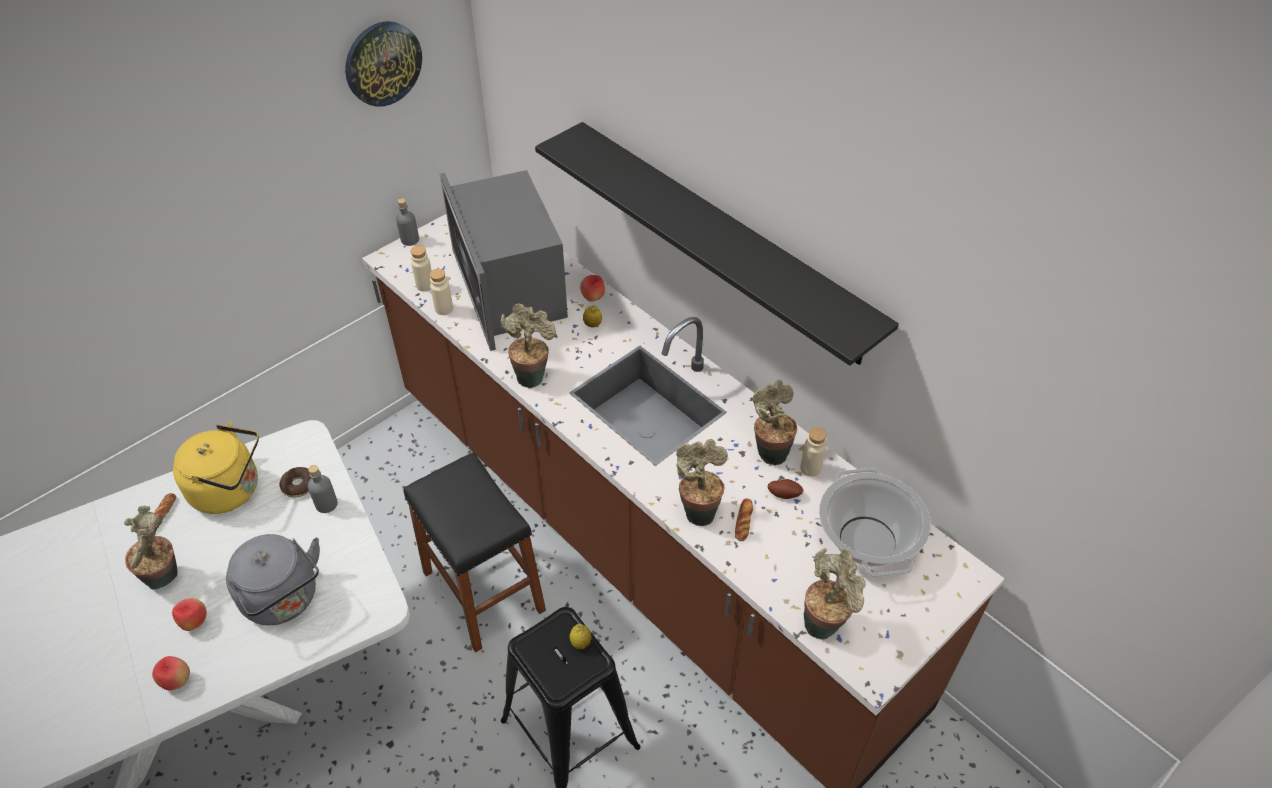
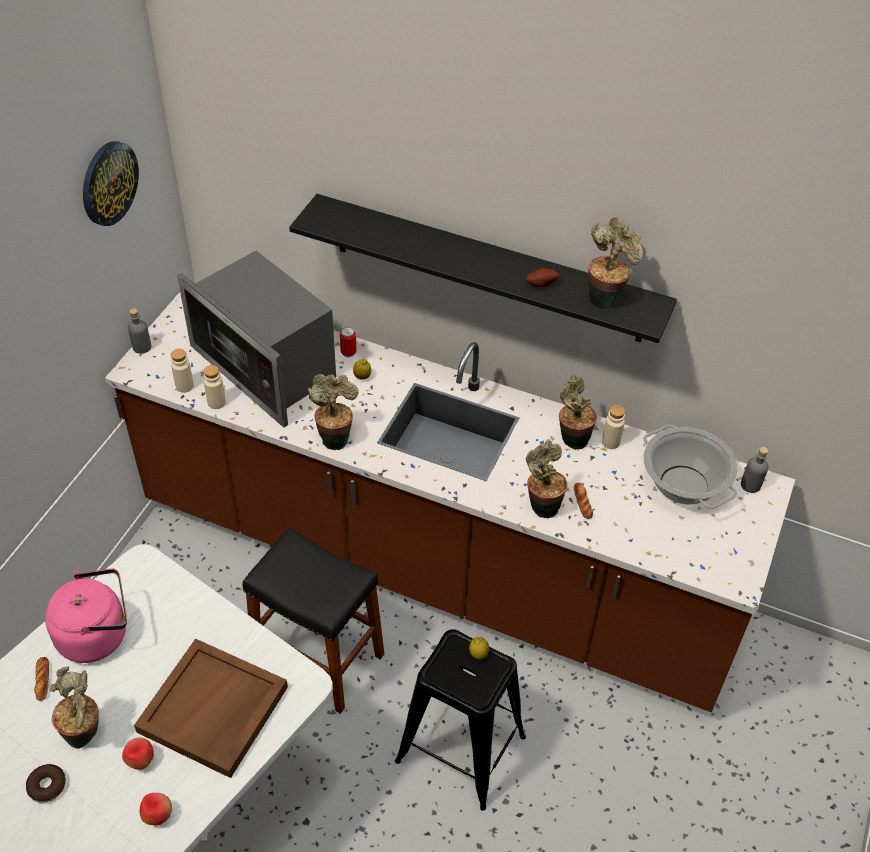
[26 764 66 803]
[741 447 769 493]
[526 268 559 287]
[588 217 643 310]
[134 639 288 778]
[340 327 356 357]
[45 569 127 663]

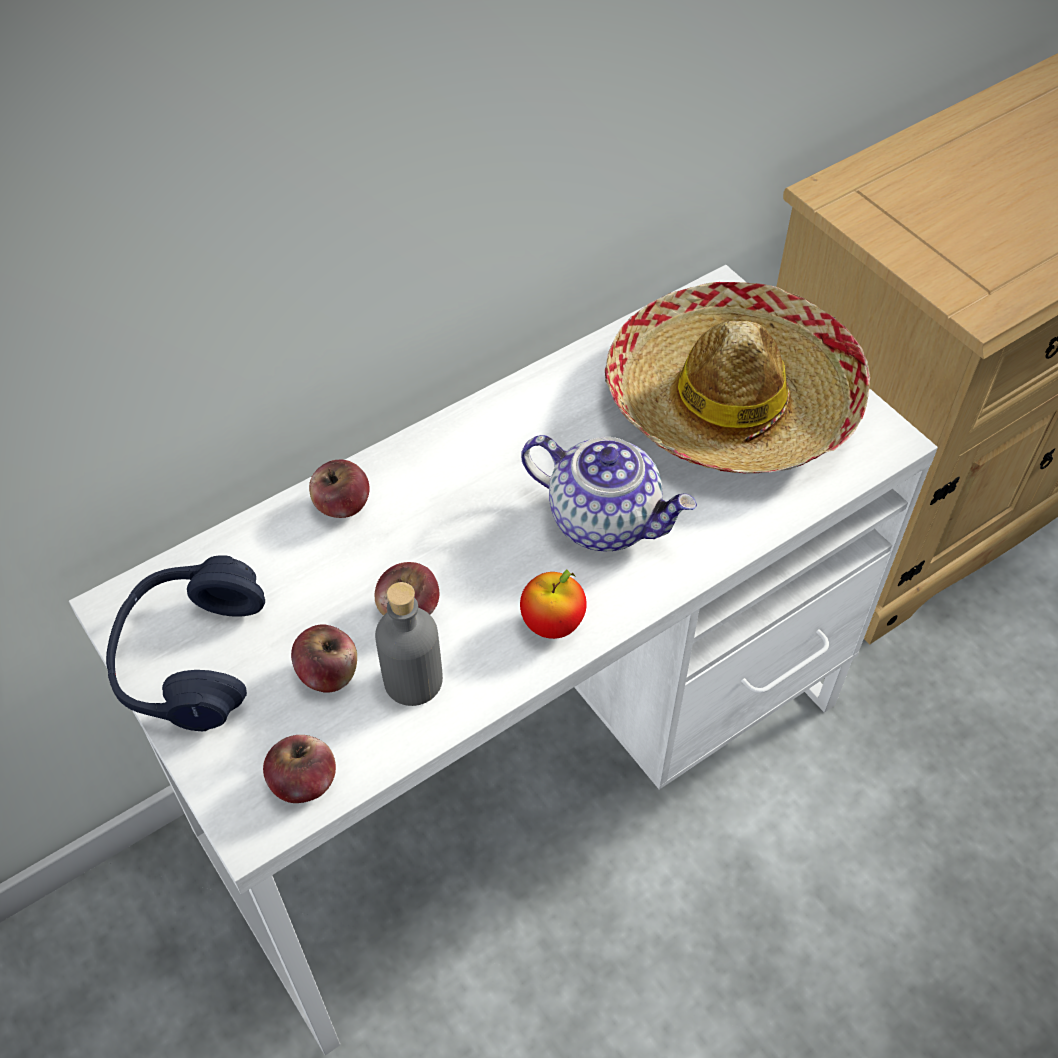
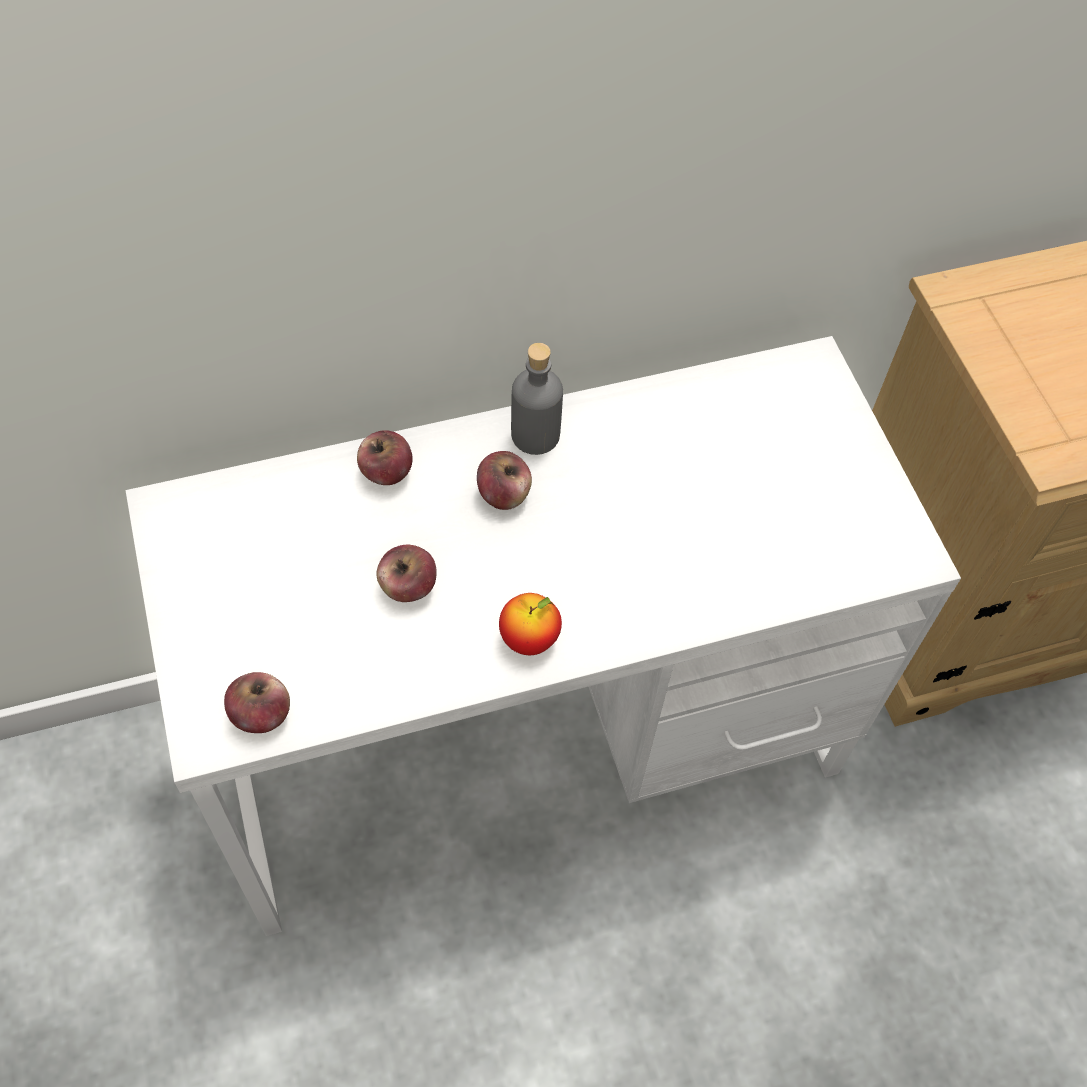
[106 555 265 731] (first image)
[521 435 697 551] (first image)
[605 282 870 473] (first image)
[477 451 532 510]
[511 343 563 455]

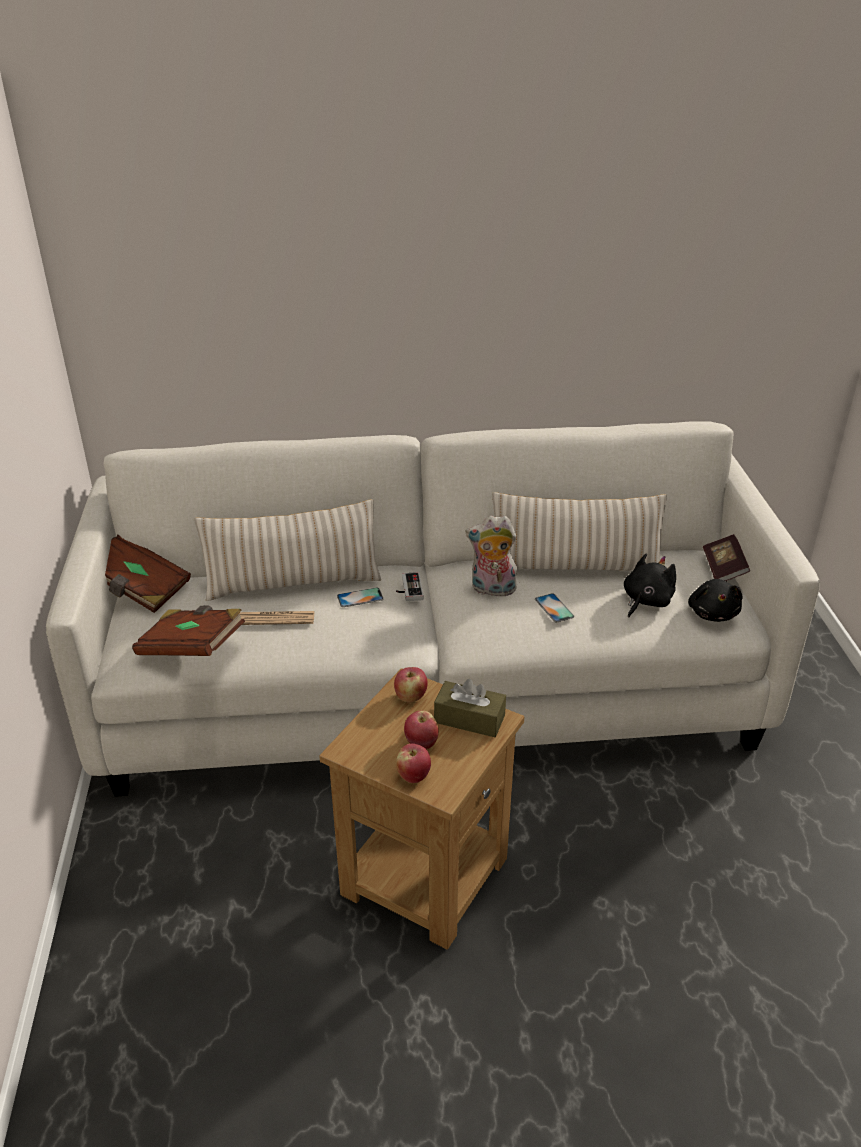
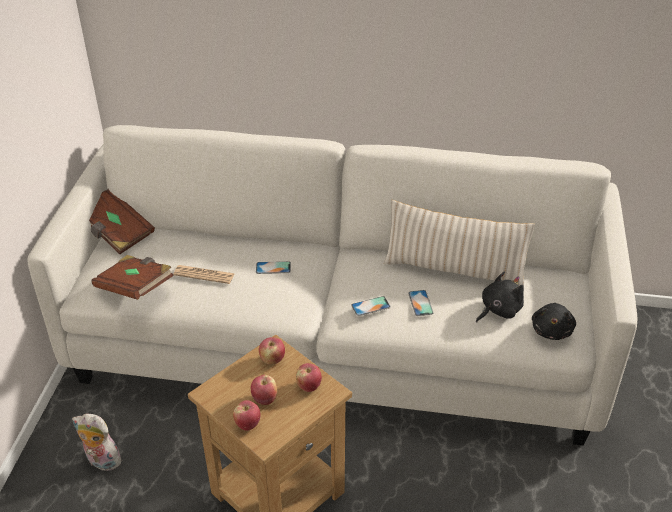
[194 499 381 601] (first image)
[396 572 423 601] (first image)
[703 534 750 581] (first image)
[351 296 391 316]
[72 414 122 471]
[296 363 322 392]

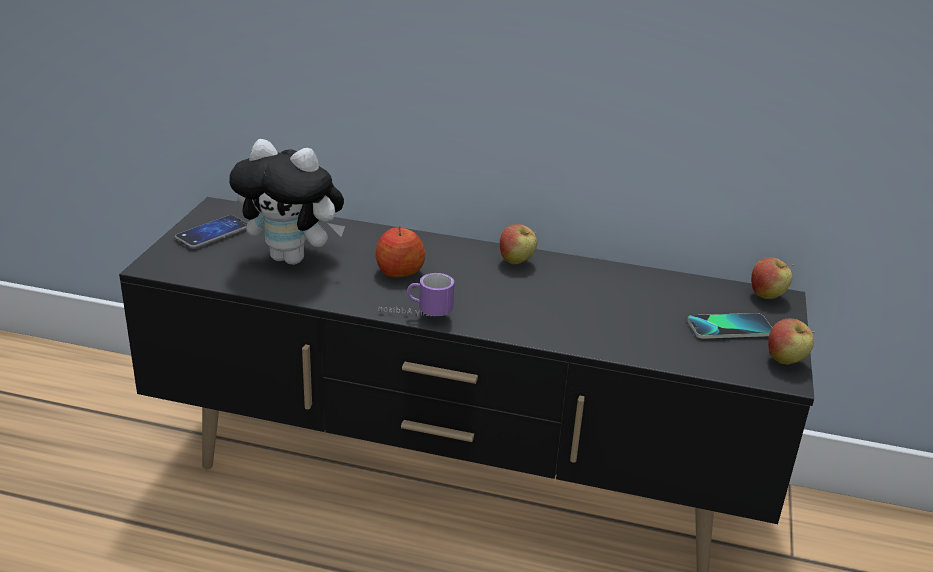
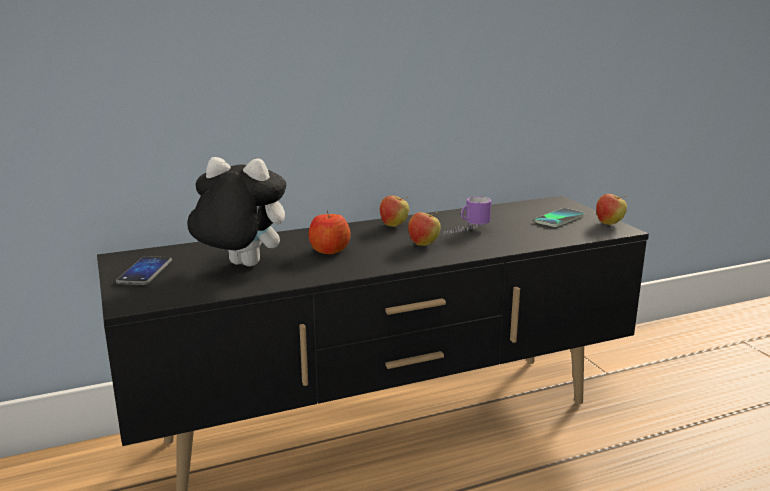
[444 196 491 234]
[408 212 440 246]
[187 157 286 266]

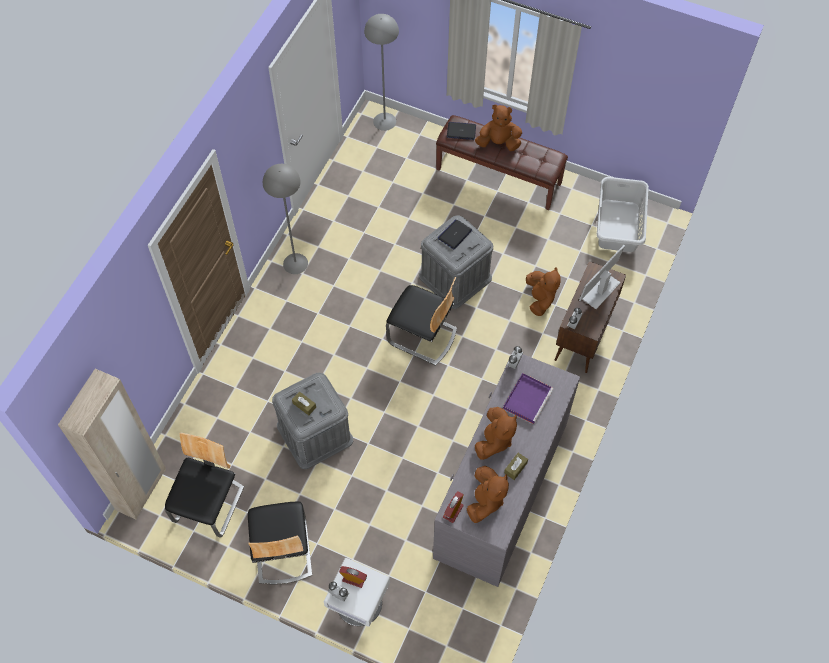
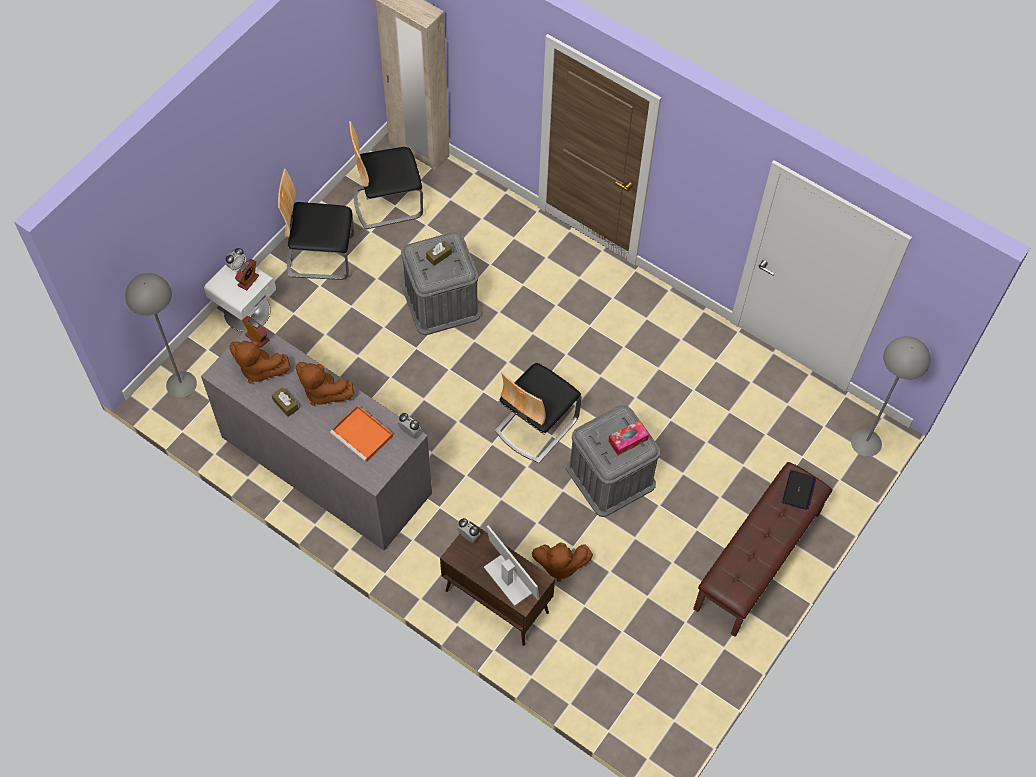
[475 104 522 151] (first image)
[597 177 649 252] (first image)
[125 273 197 398]
[608 421 649 455]
[330 405 393 462]
[349 121 423 230]

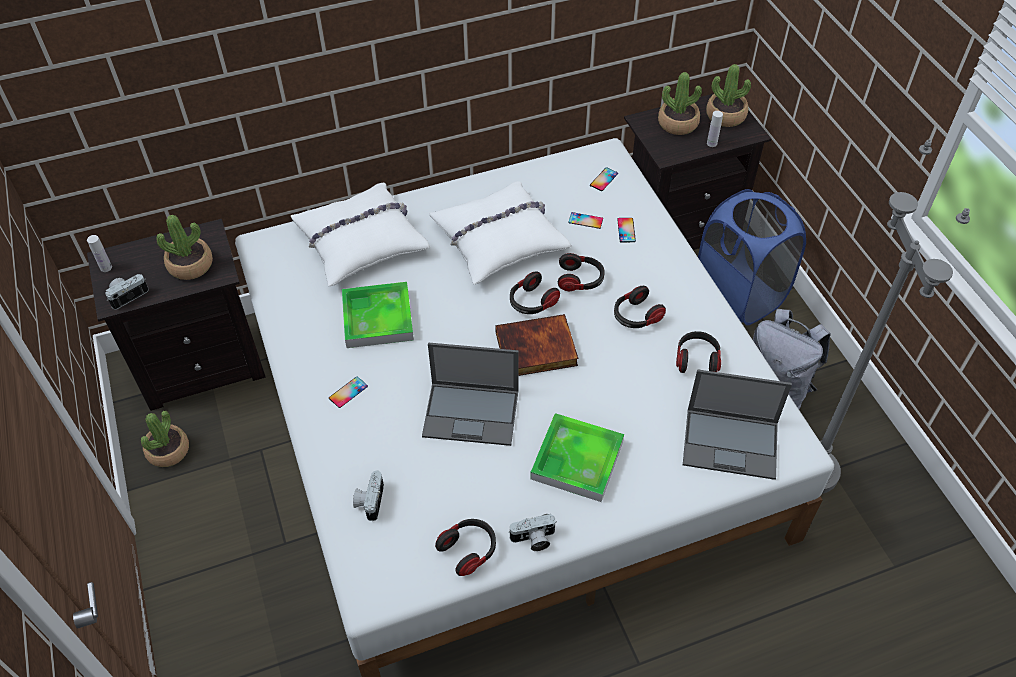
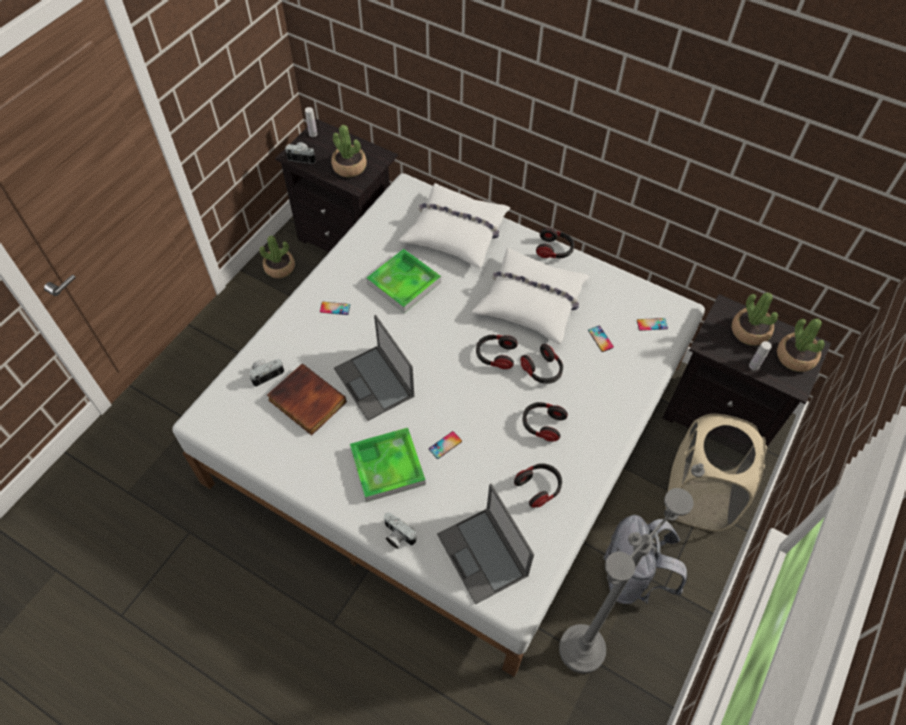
[536 228 574 258]
[267 364 347 435]
[384 512 417 549]
[429 431 462 459]
[665 414 767 531]

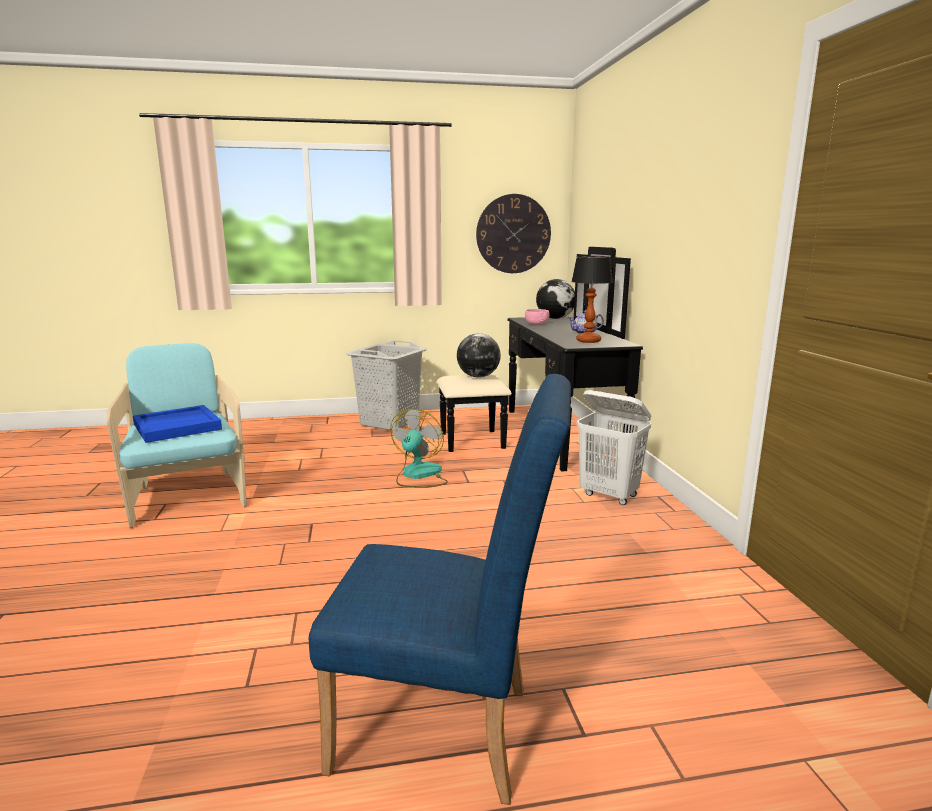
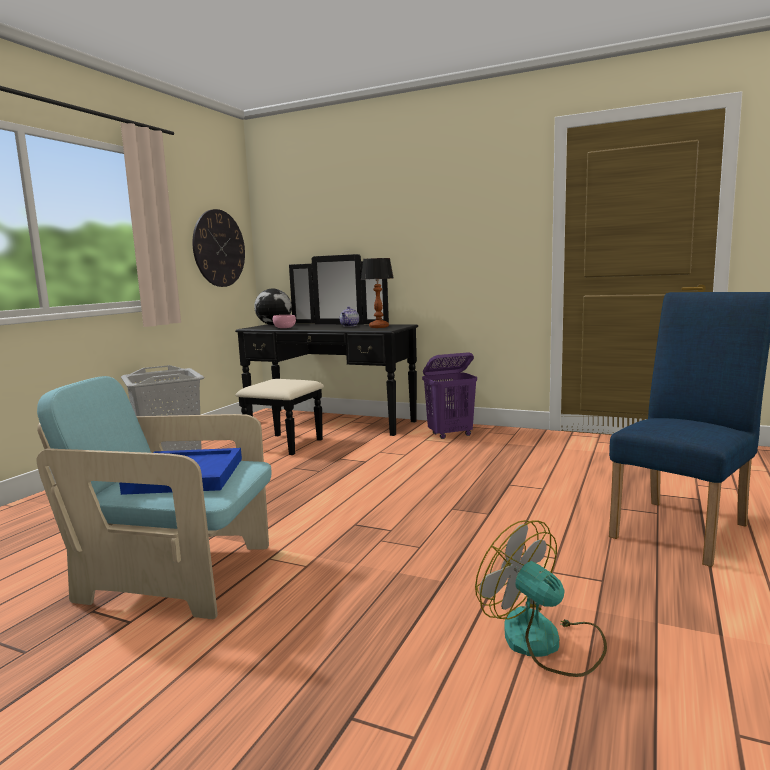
[457 333 501 378] (first image)
[475 520 607 677]
[422 352 477 439]

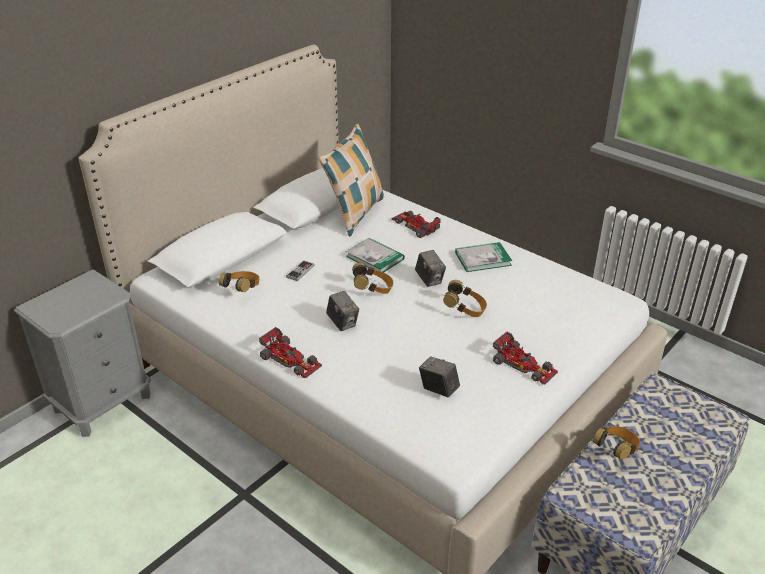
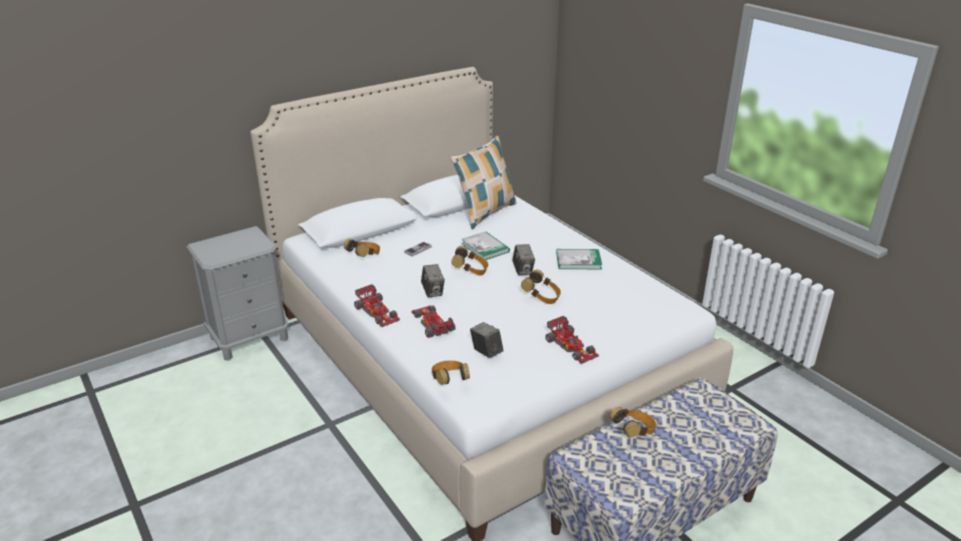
[432 360 470 385]
[411 305 455 338]

